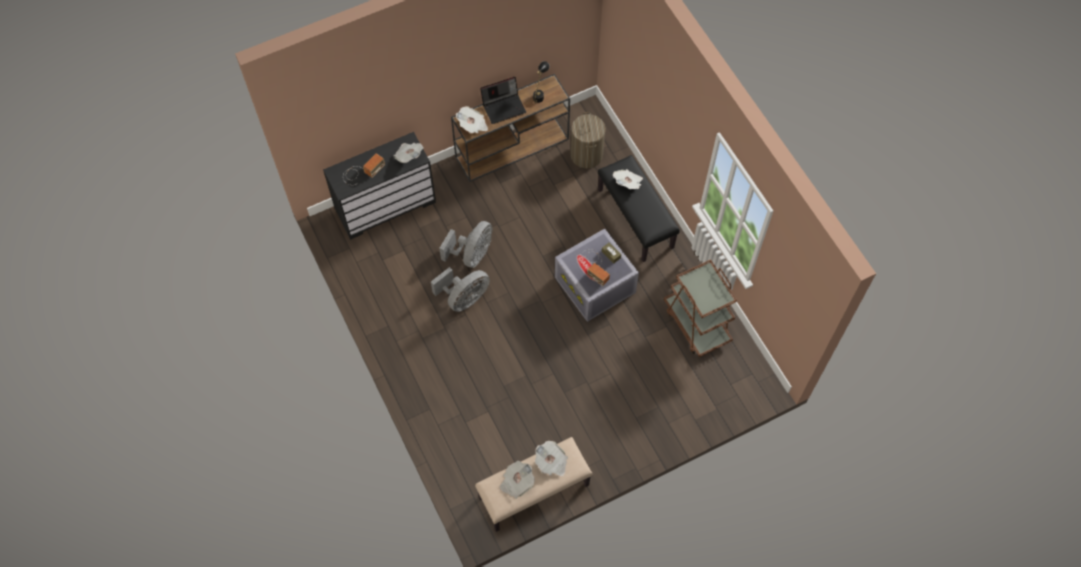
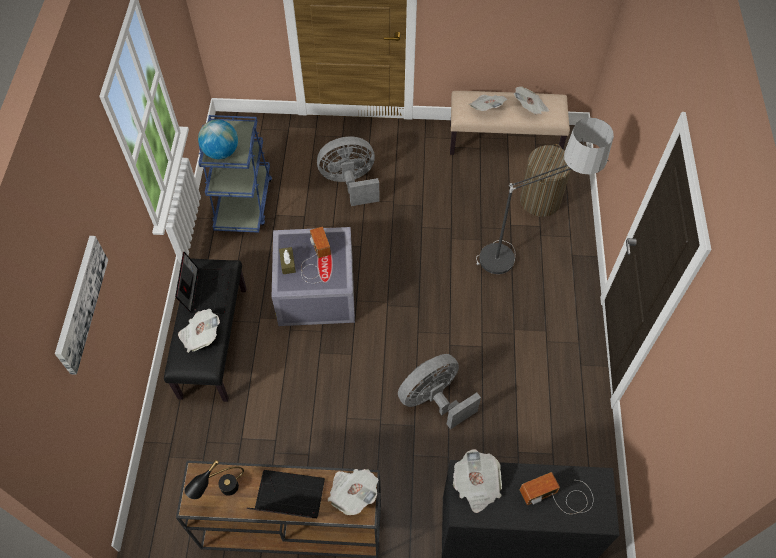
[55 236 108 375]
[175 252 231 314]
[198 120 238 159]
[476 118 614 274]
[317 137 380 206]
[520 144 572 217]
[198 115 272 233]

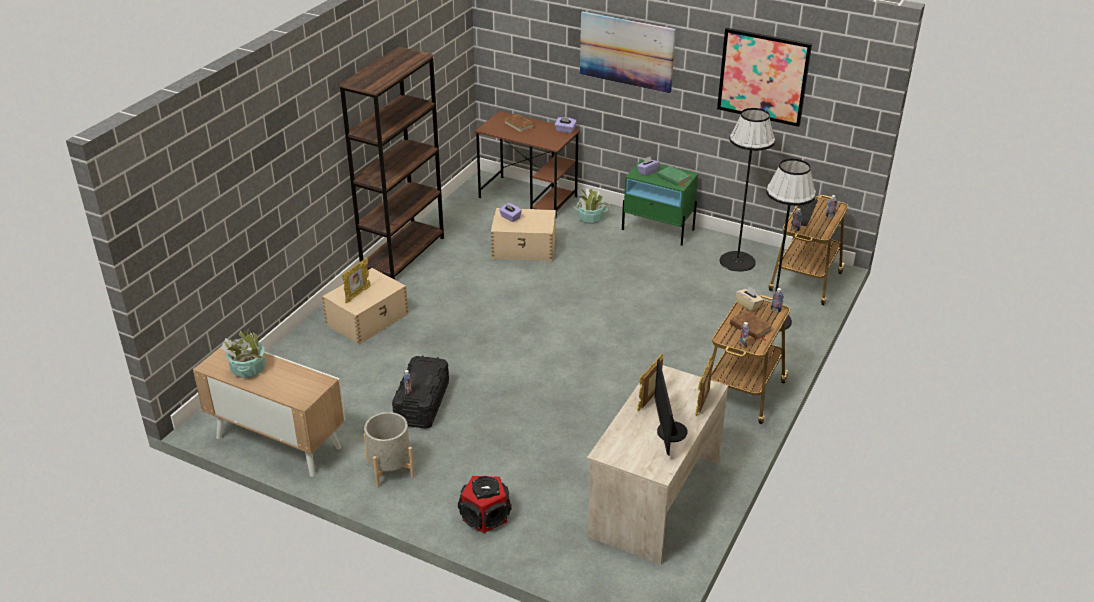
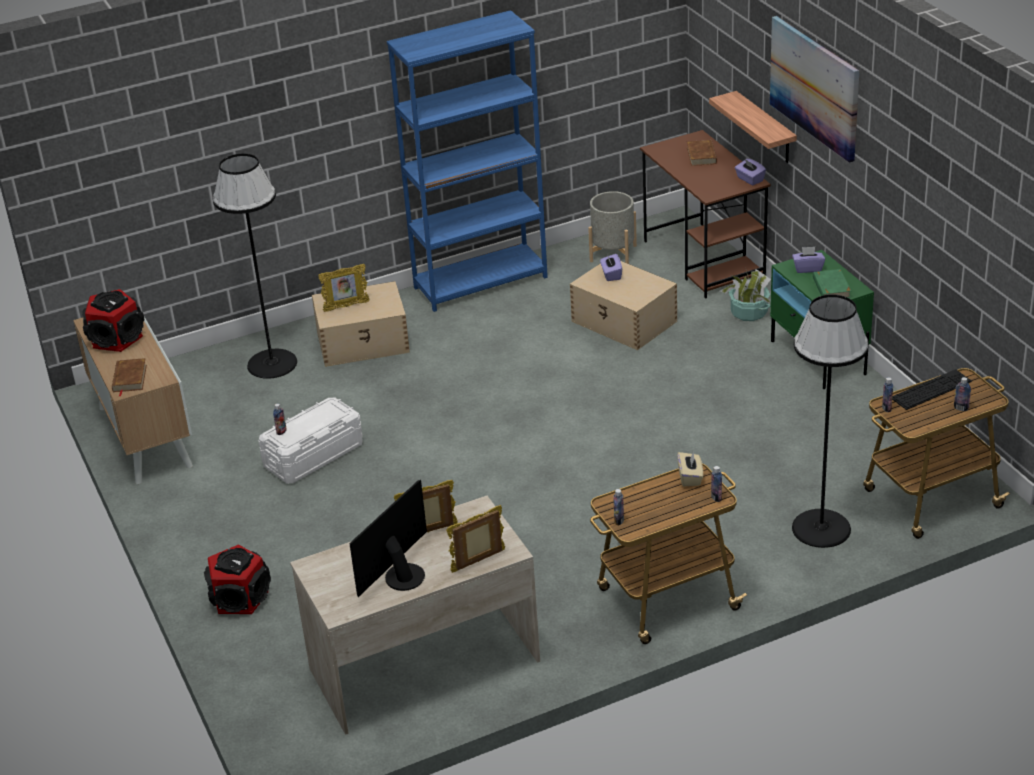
[717 28 812 127] (first image)
[709 91 797 163]
[588 191 637 264]
[213 154 297 379]
[112 358 147 397]
[82 289 145 352]
[387 10 548 312]
[258 398 363 483]

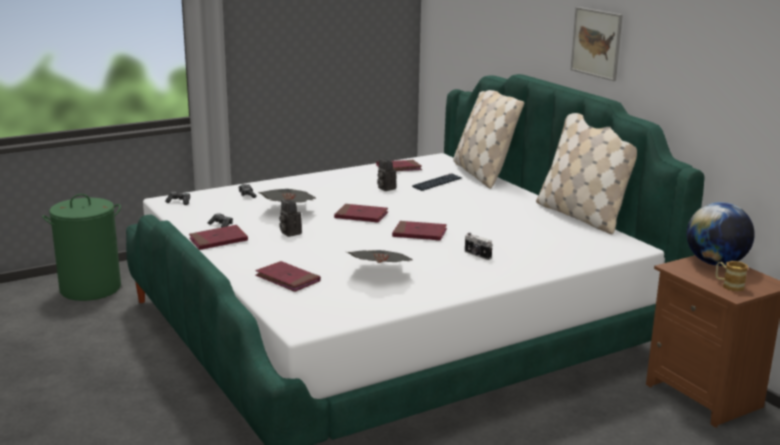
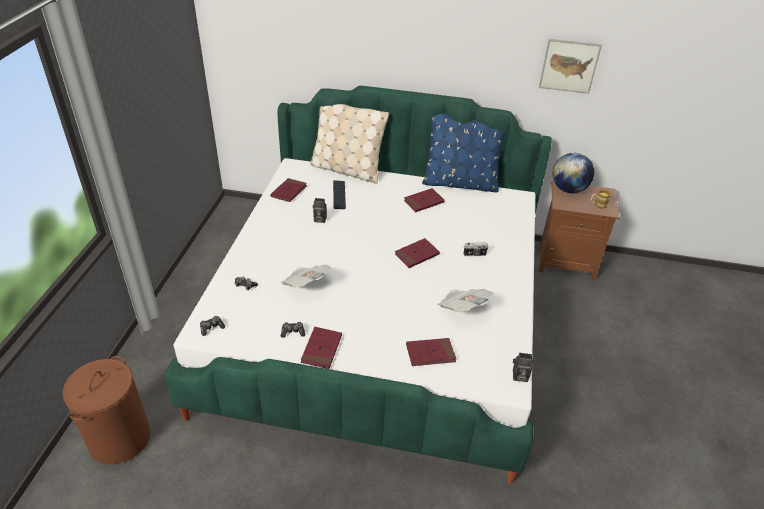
[513 353 533 382]
[404 188 445 212]
[539 39 602 94]
[63 356 151 464]
[422 114 504 192]

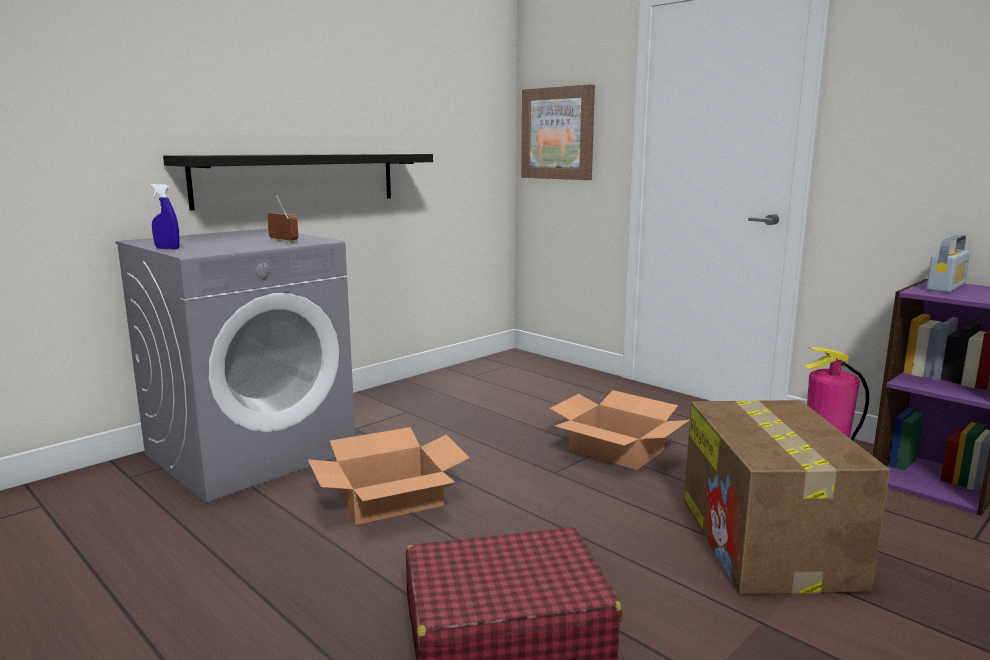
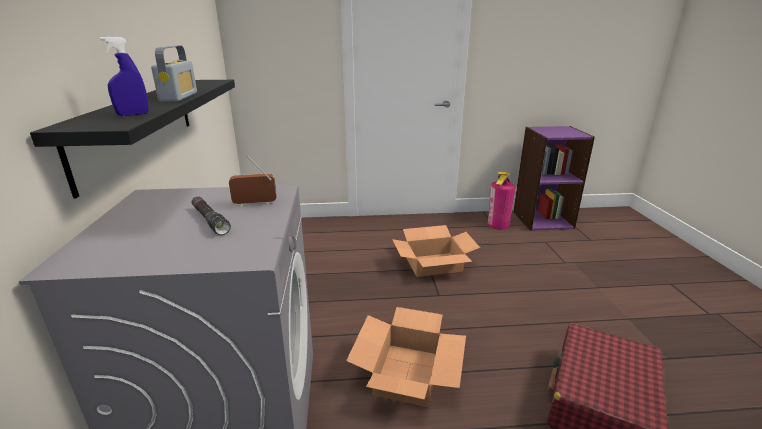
[521 84 595 180] (first image)
[684 400 890 595] (first image)
[191 197 231 235]
[99 36 149 116]
[151 46 197 102]

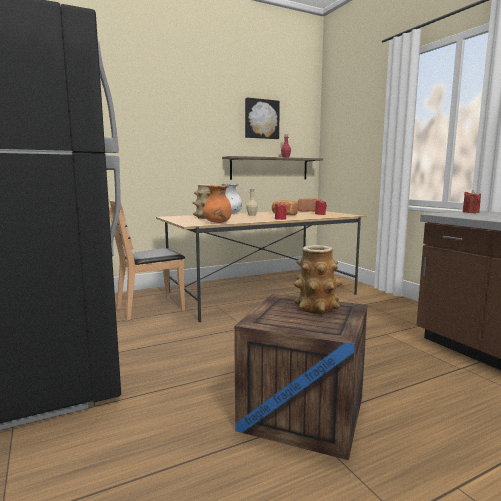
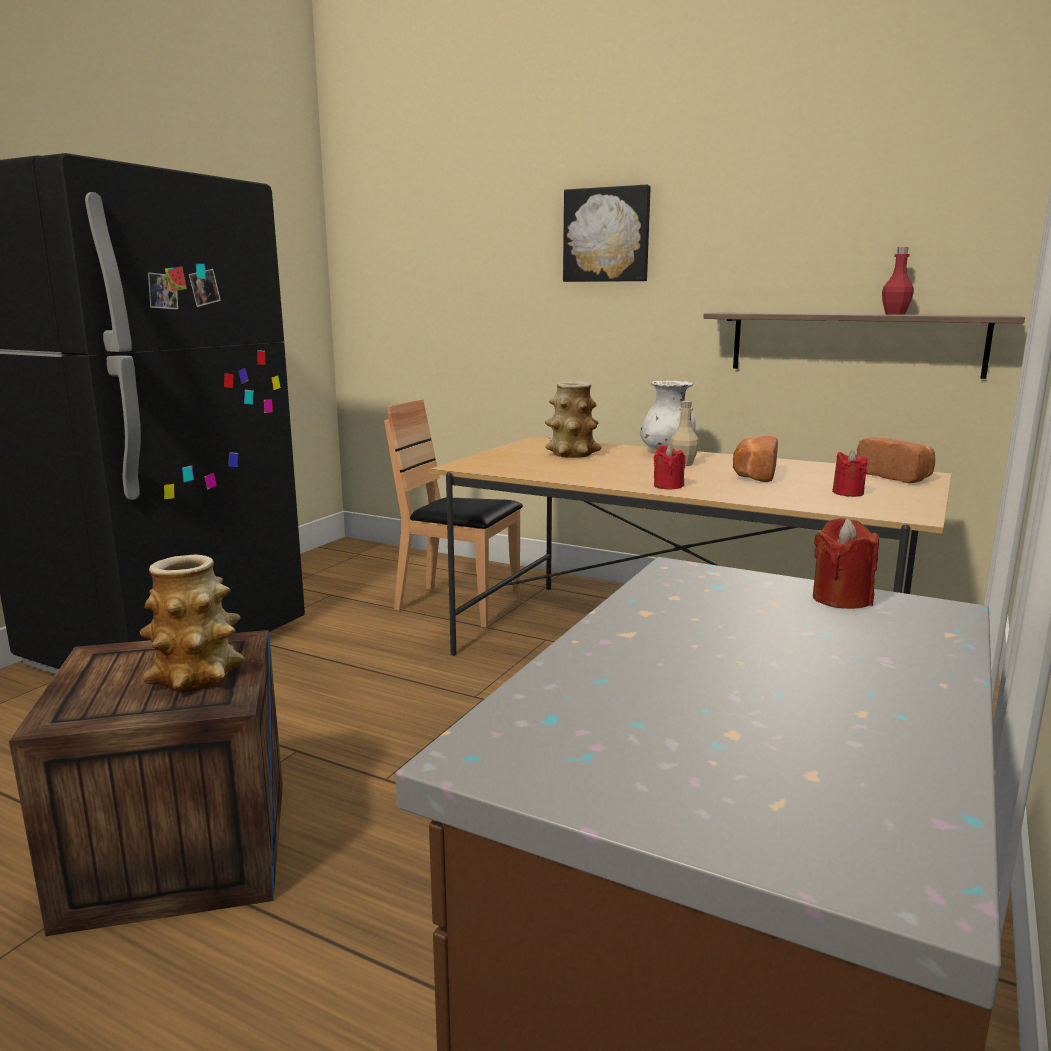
[203 185 232 223] (first image)
[563 184 651 282]

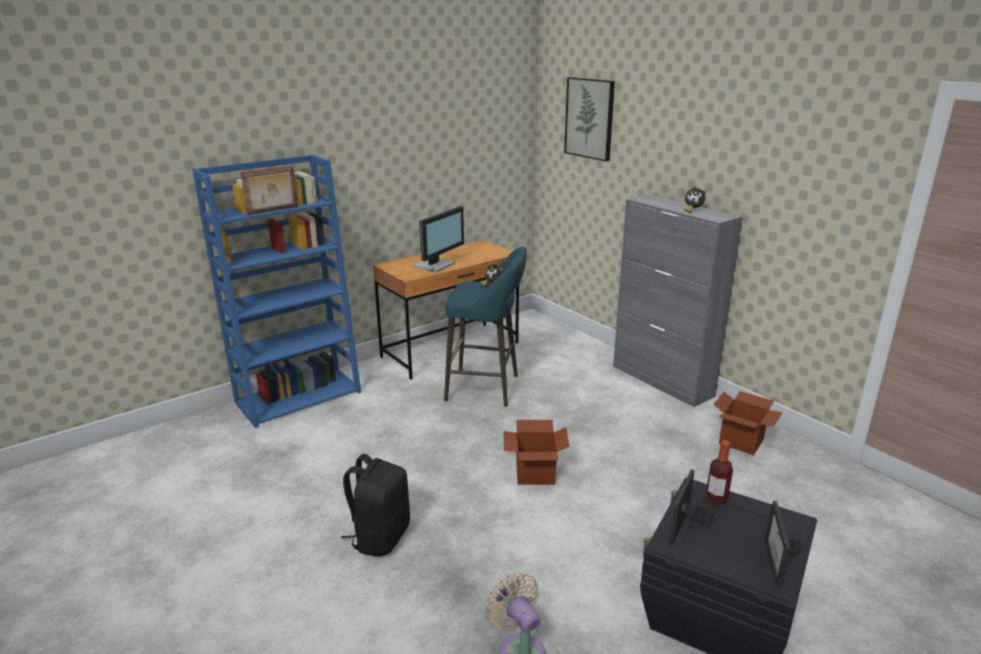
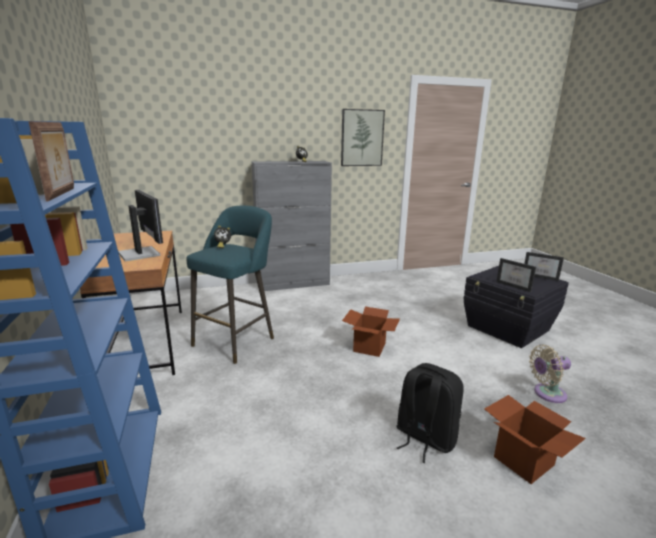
[706 440 733 505] (first image)
[341 109 385 166]
[485 395 586 484]

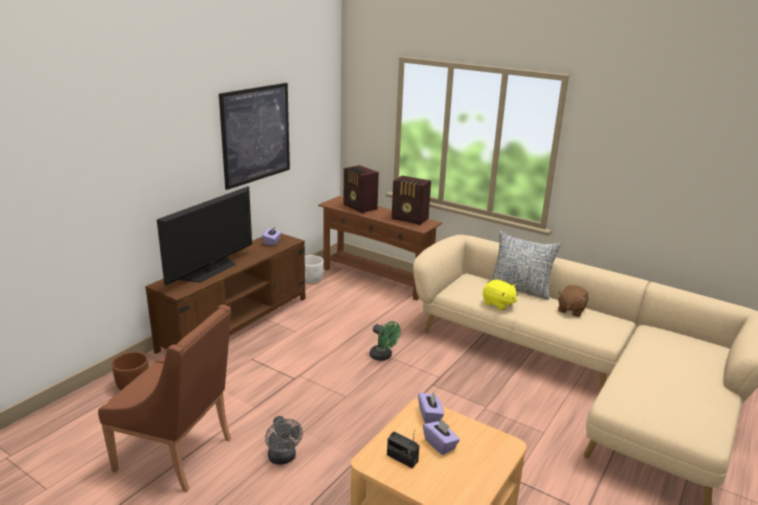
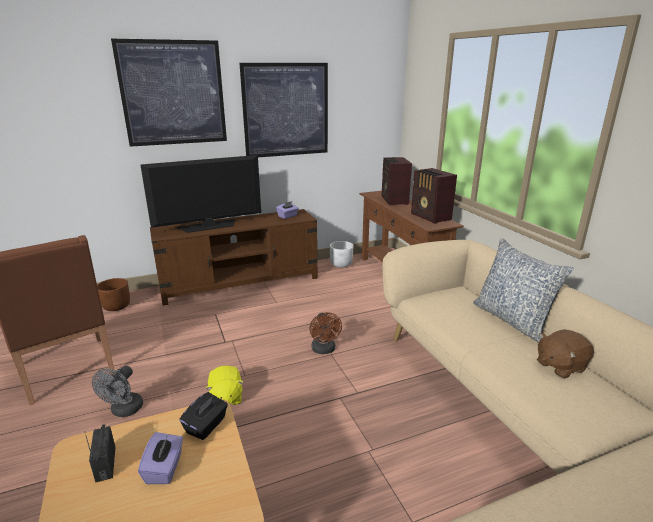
[111 39 227 147]
[206 366 243 405]
[309 312 342 354]
[180 392 228 440]

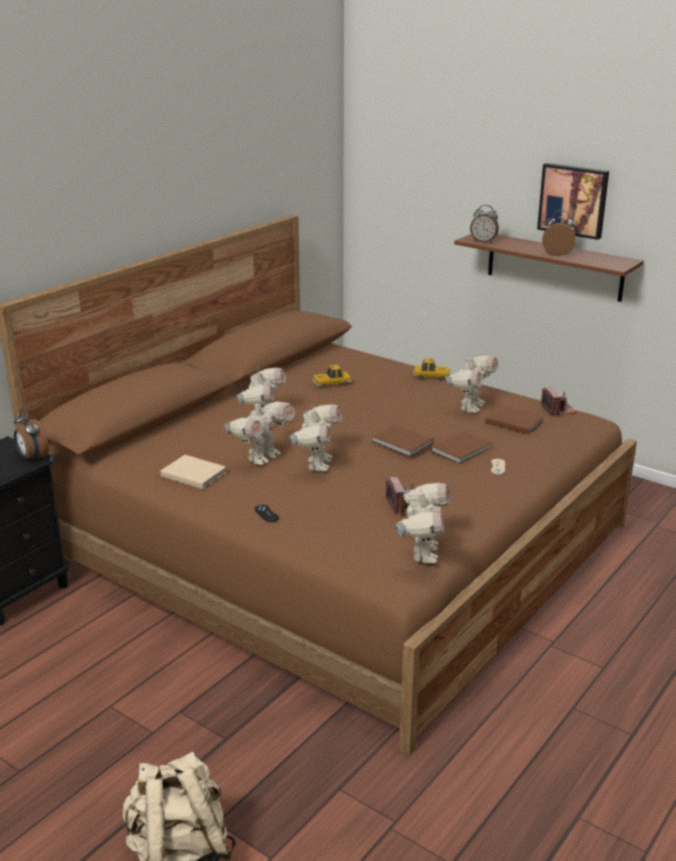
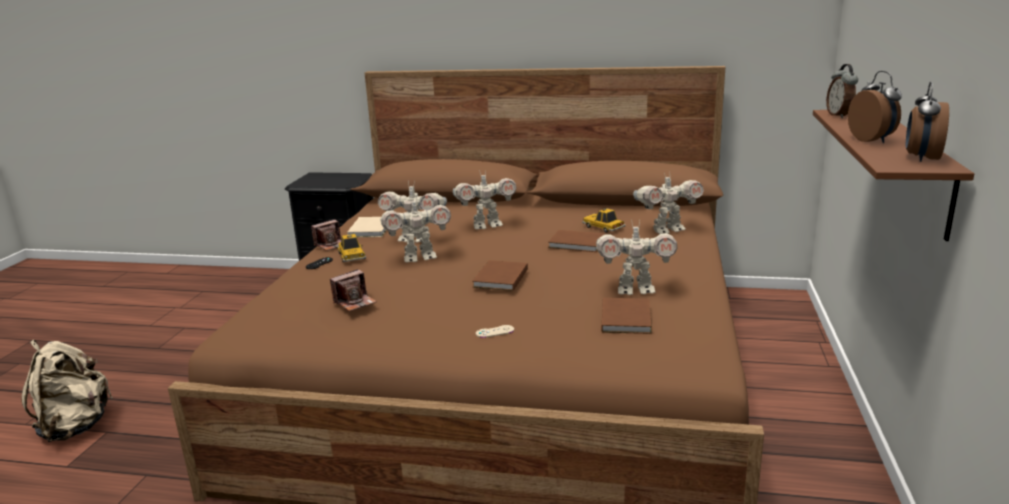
[537 163 609 240] (first image)
[906 82 949 162]
[633 173 704 234]
[338 234 366 262]
[548 230 605 252]
[311 219 341 251]

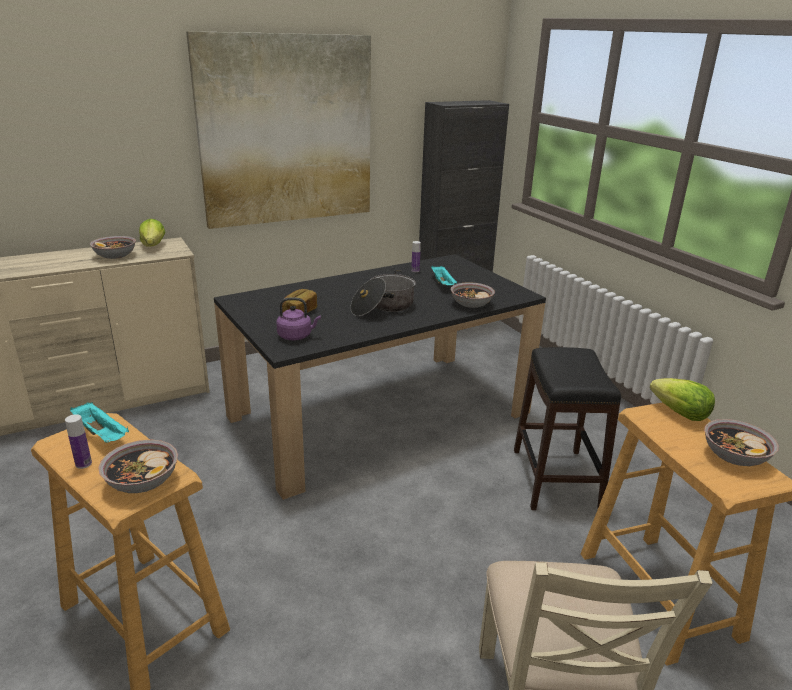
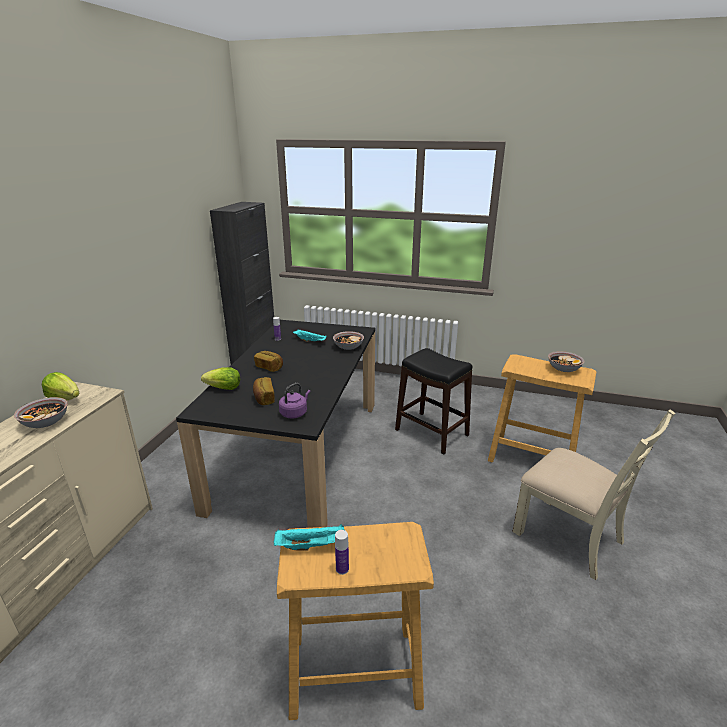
[98 440 178 493] (first image)
[186 31 371 229] (first image)
[350 270 416 316] (first image)
[254 351 283 372]
[201 367 240 390]

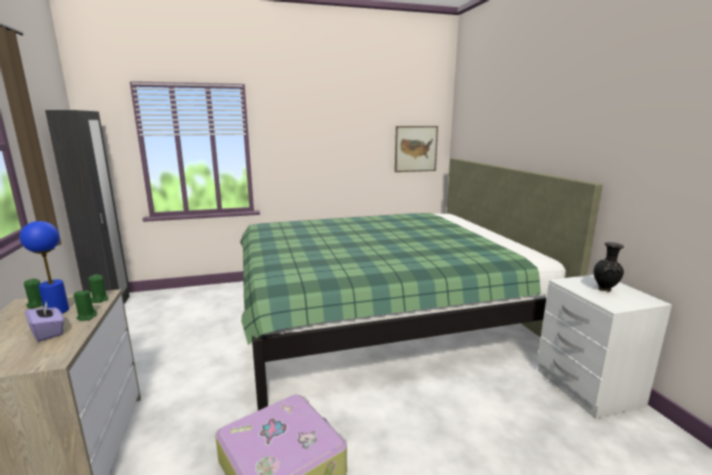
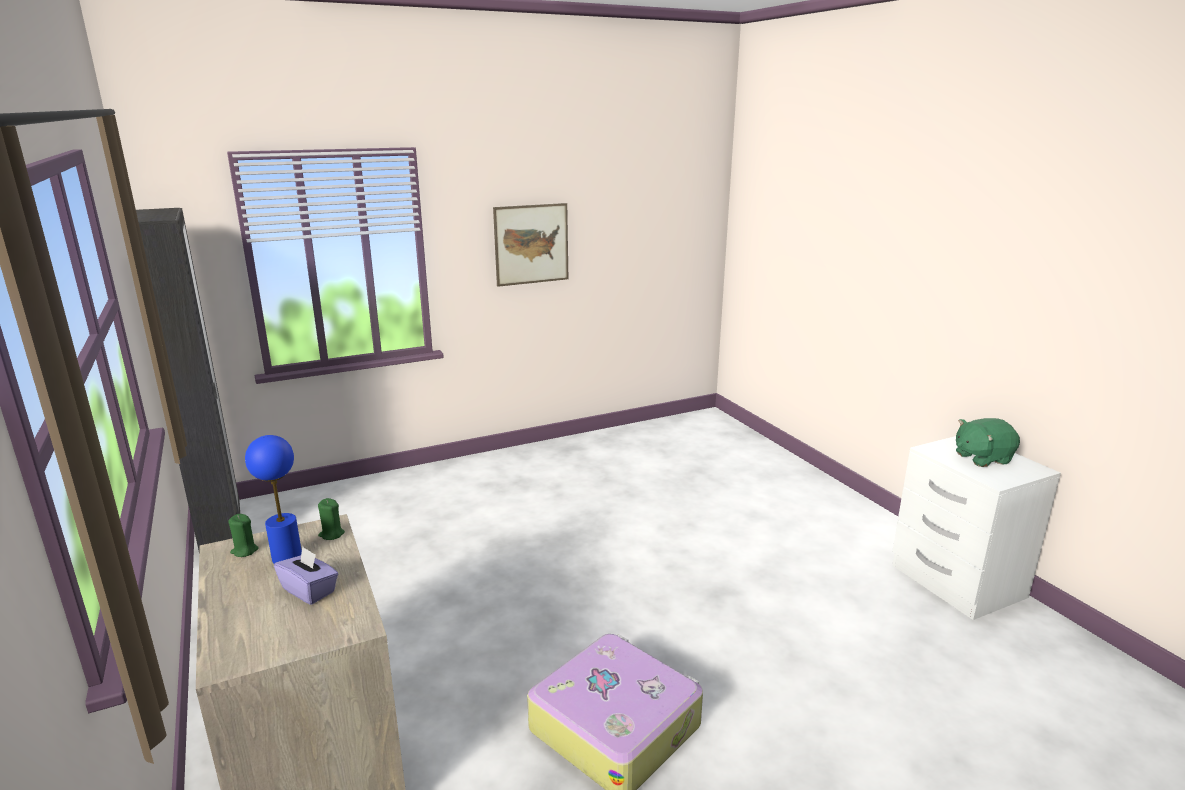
[74 289 97 321] (first image)
[240 158 603 410] (first image)
[493 203 568 287]
[956 418 1020 467]

